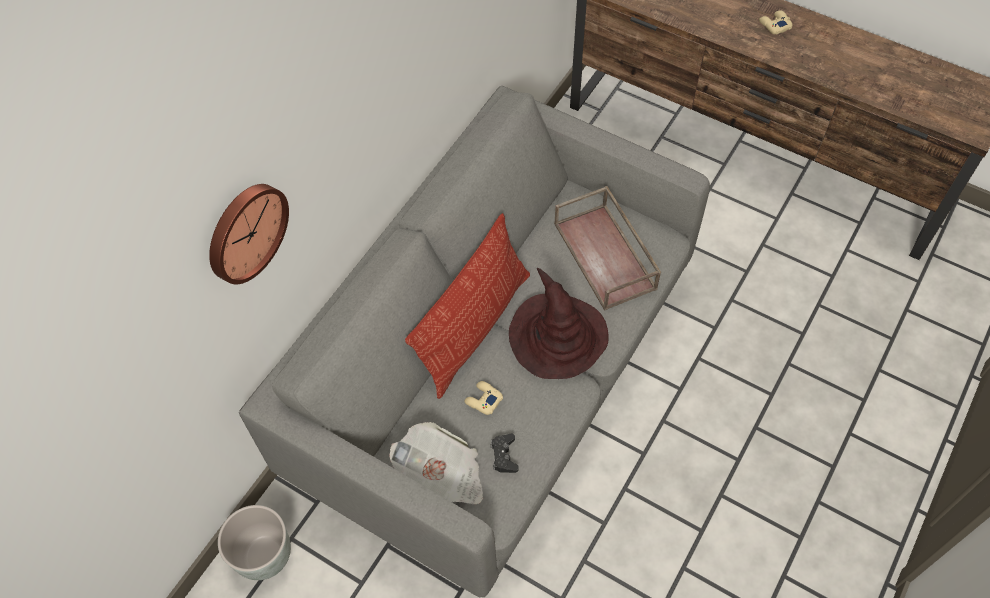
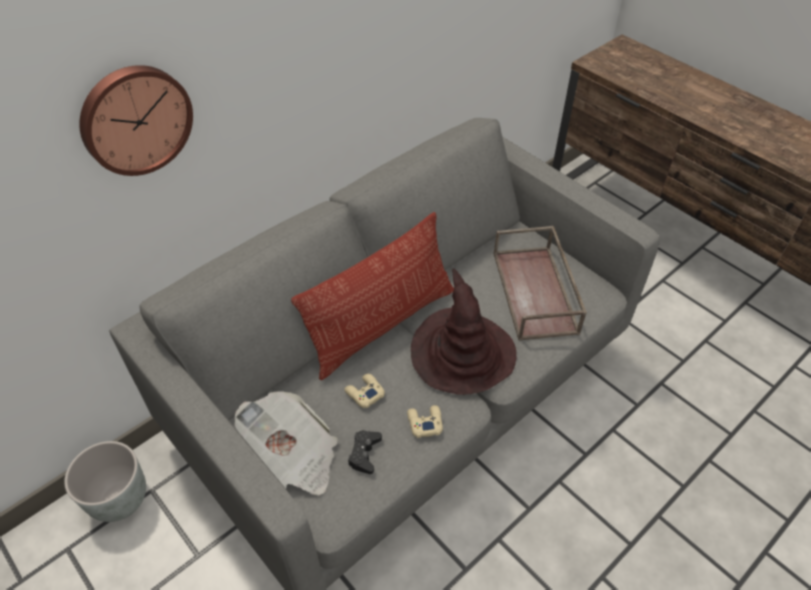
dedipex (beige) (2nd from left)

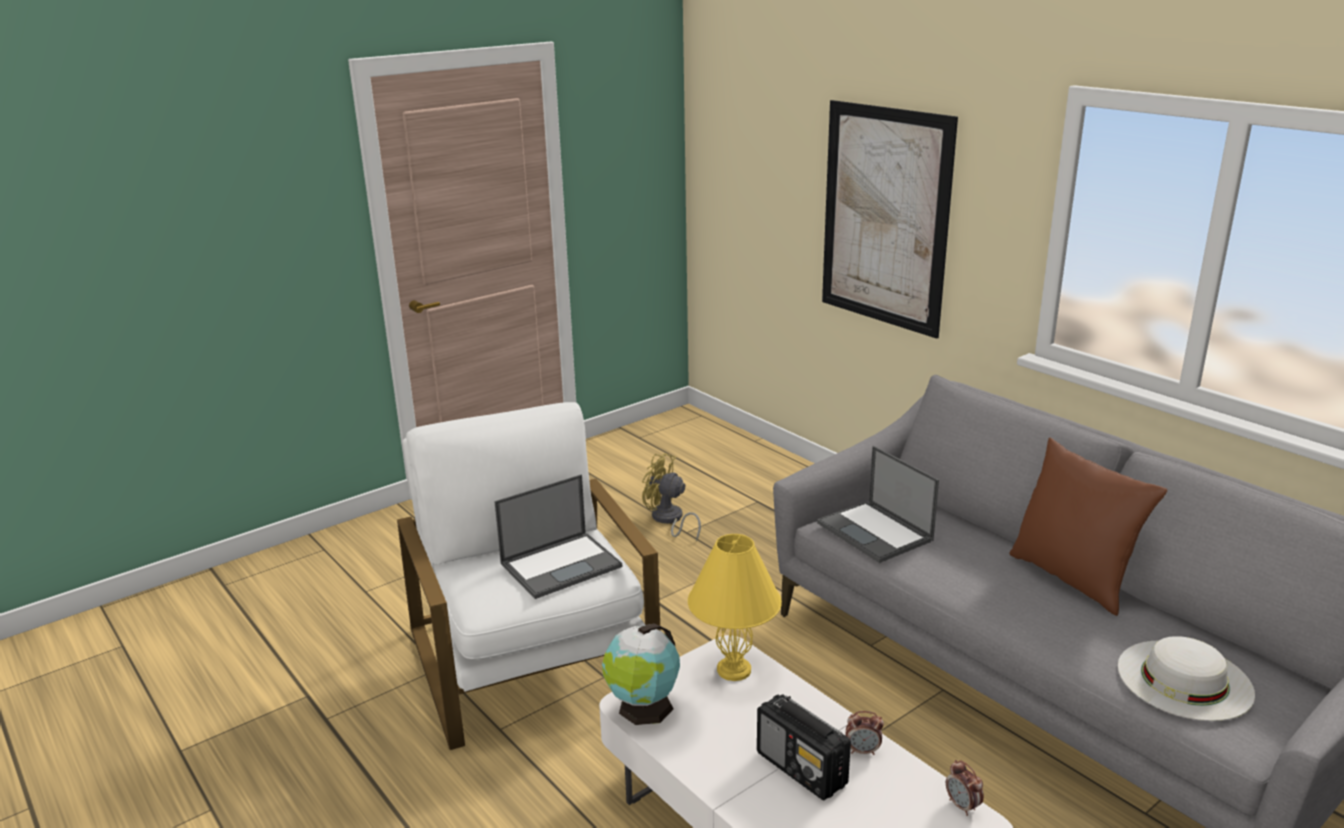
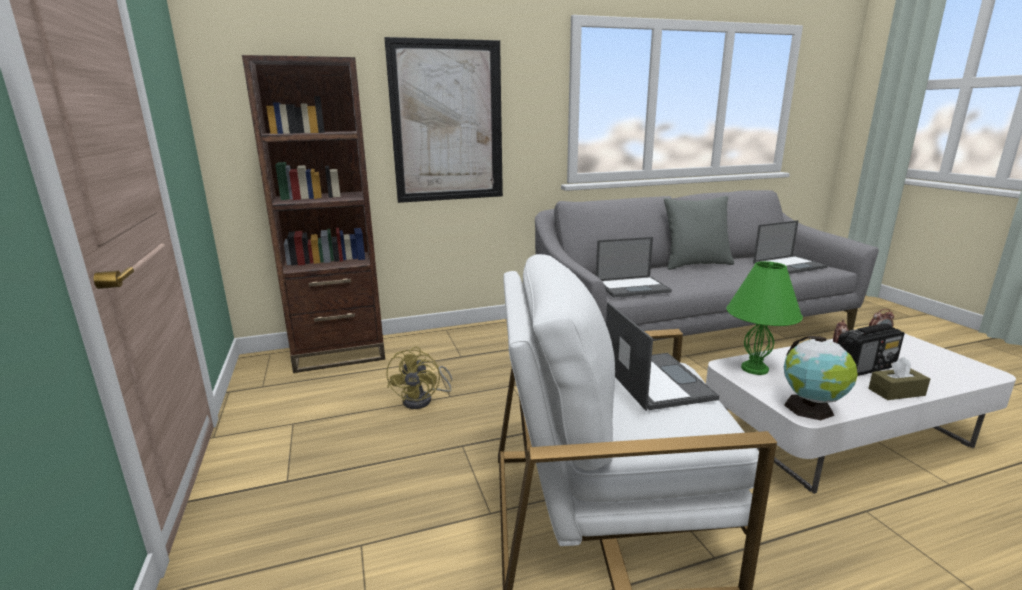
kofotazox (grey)
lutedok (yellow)
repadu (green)
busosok (3rd from left)
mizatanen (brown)
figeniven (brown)

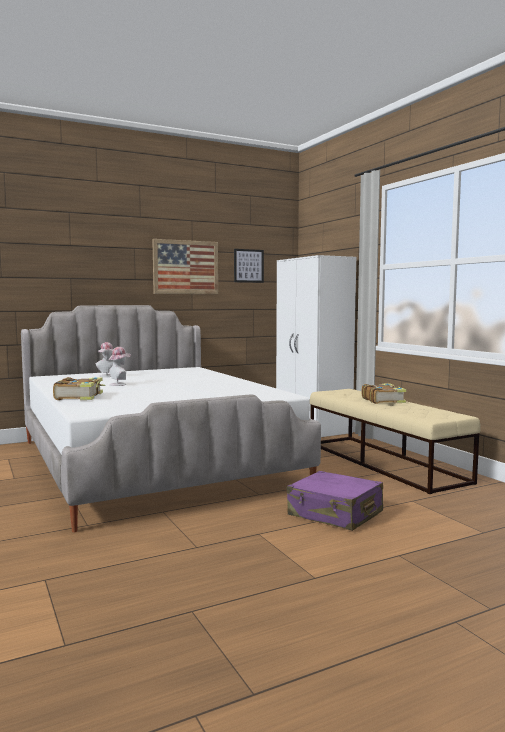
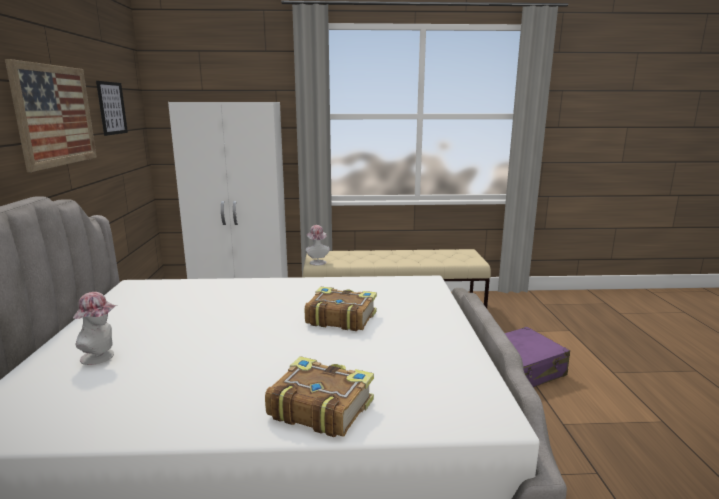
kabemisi (2nd from left)
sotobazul (2nd from left)

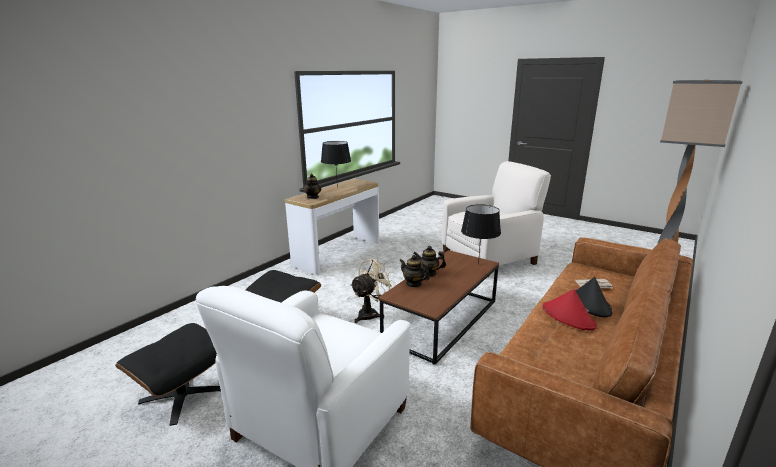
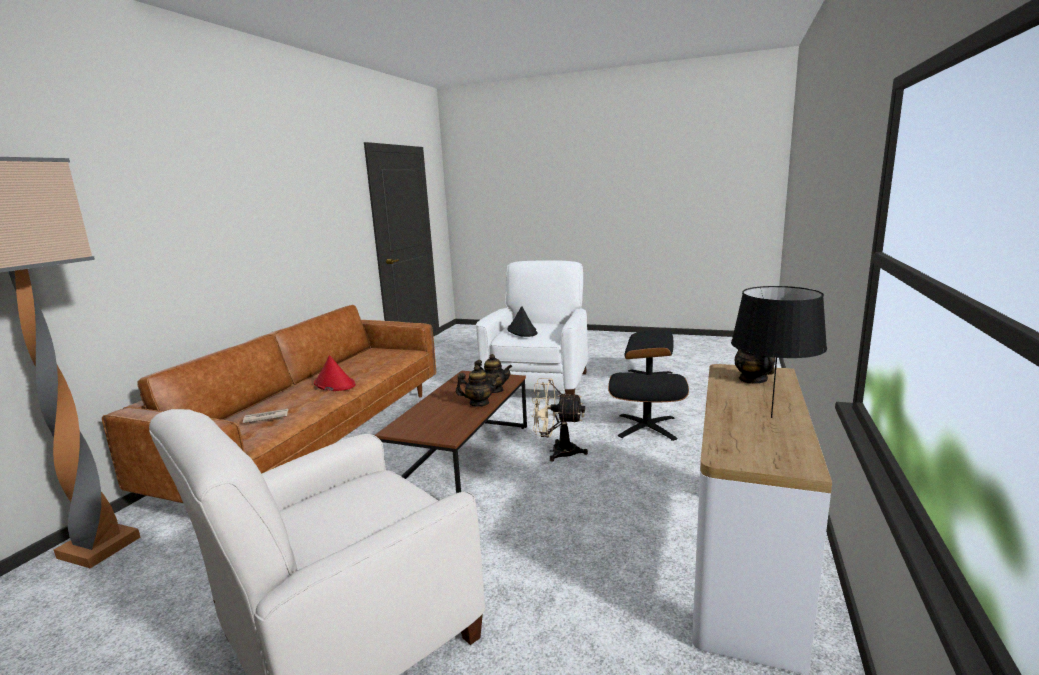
repadu (black) (2nd from left in the first image)
lutedok (beige)
kabemisi (black)

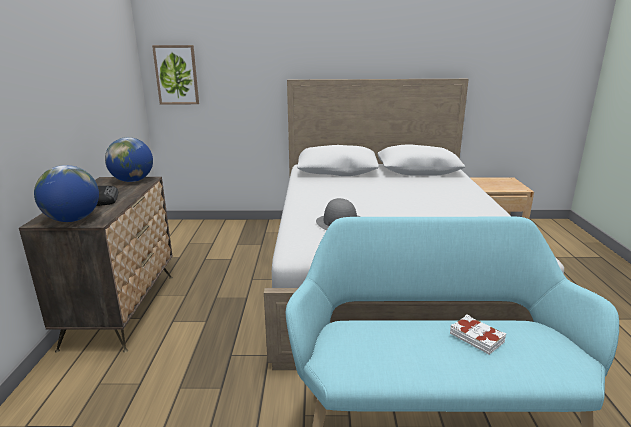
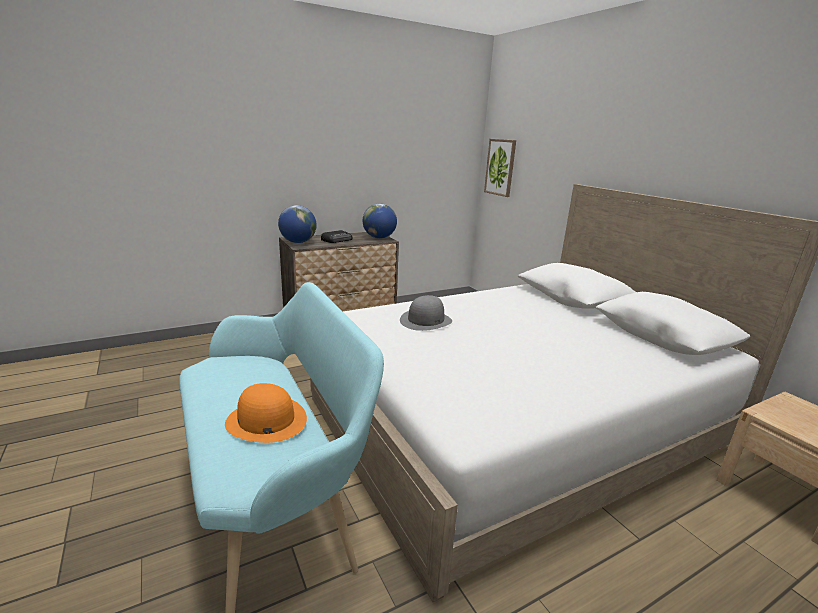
kabemisi (orange)

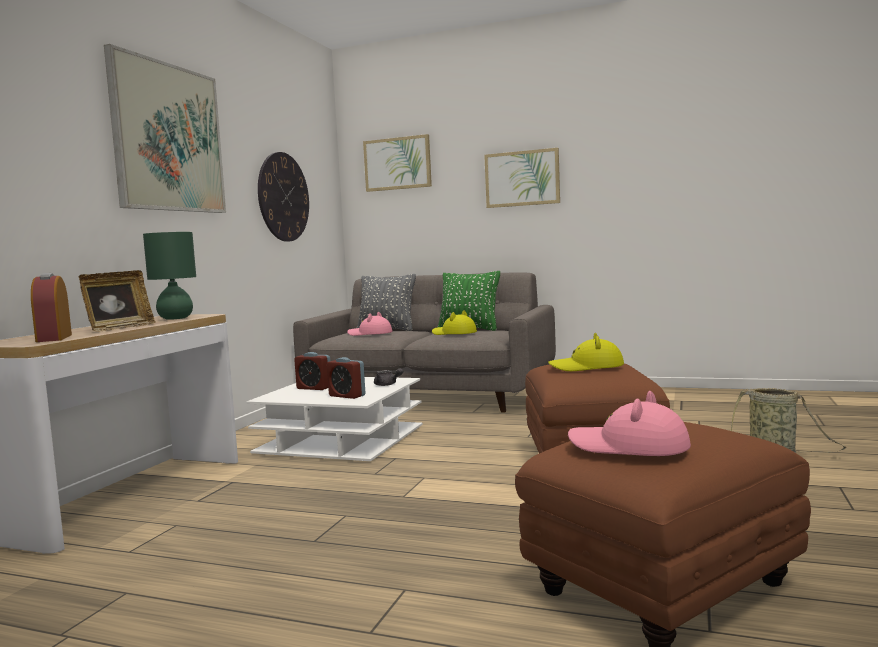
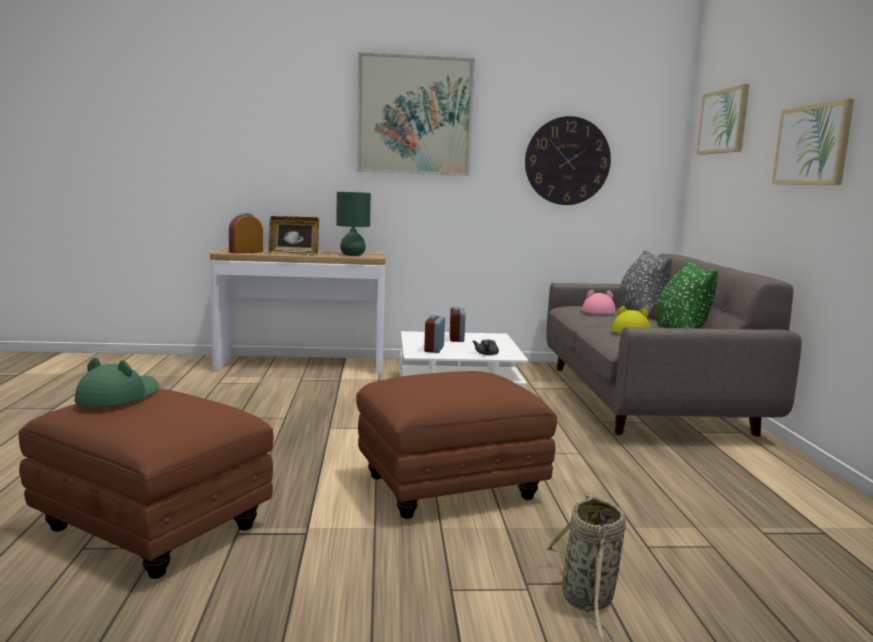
kabemisi (yellow) (2nd from left in the first image)
kabemisi (green)

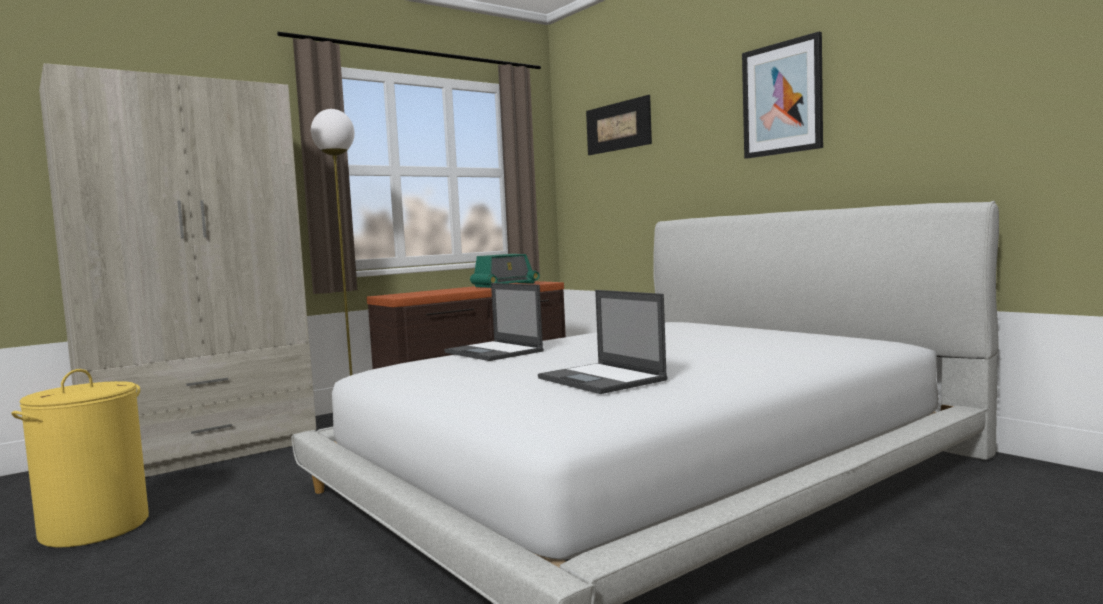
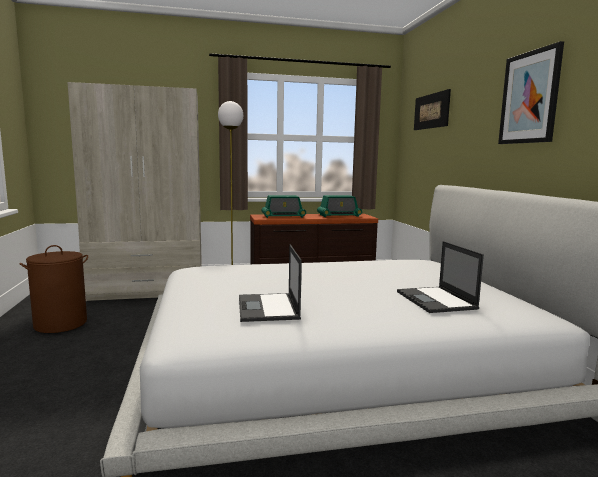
busosok (2nd from left)
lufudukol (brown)
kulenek (1st from left)

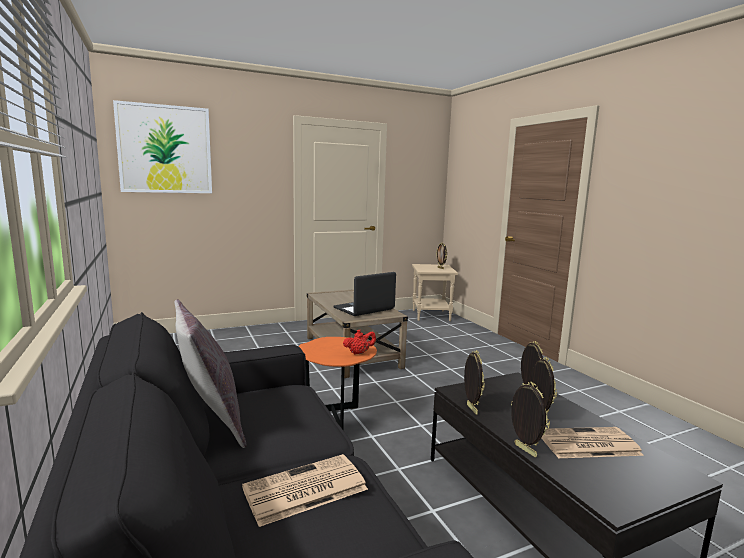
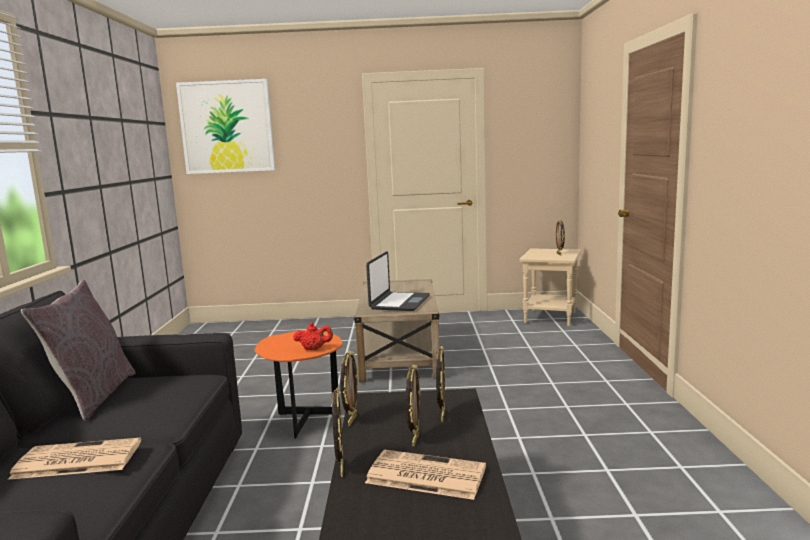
busosok

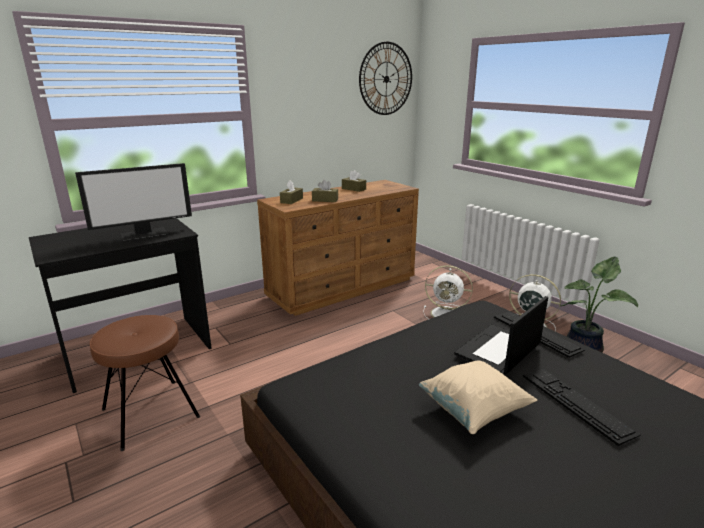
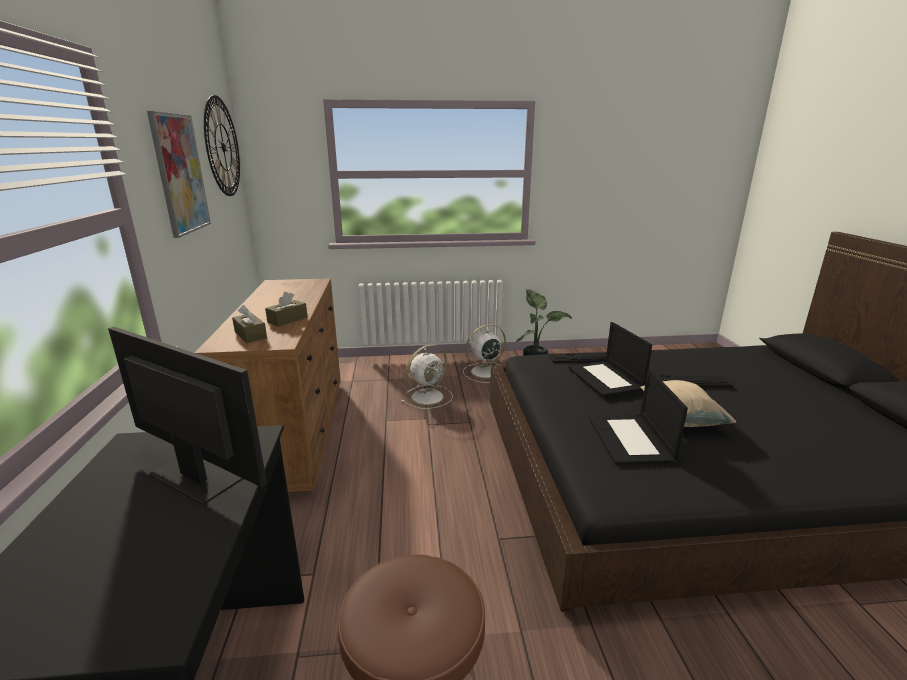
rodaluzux
figeniven (brown) (3rd from left in the first image)
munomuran
busosok (2nd from left)

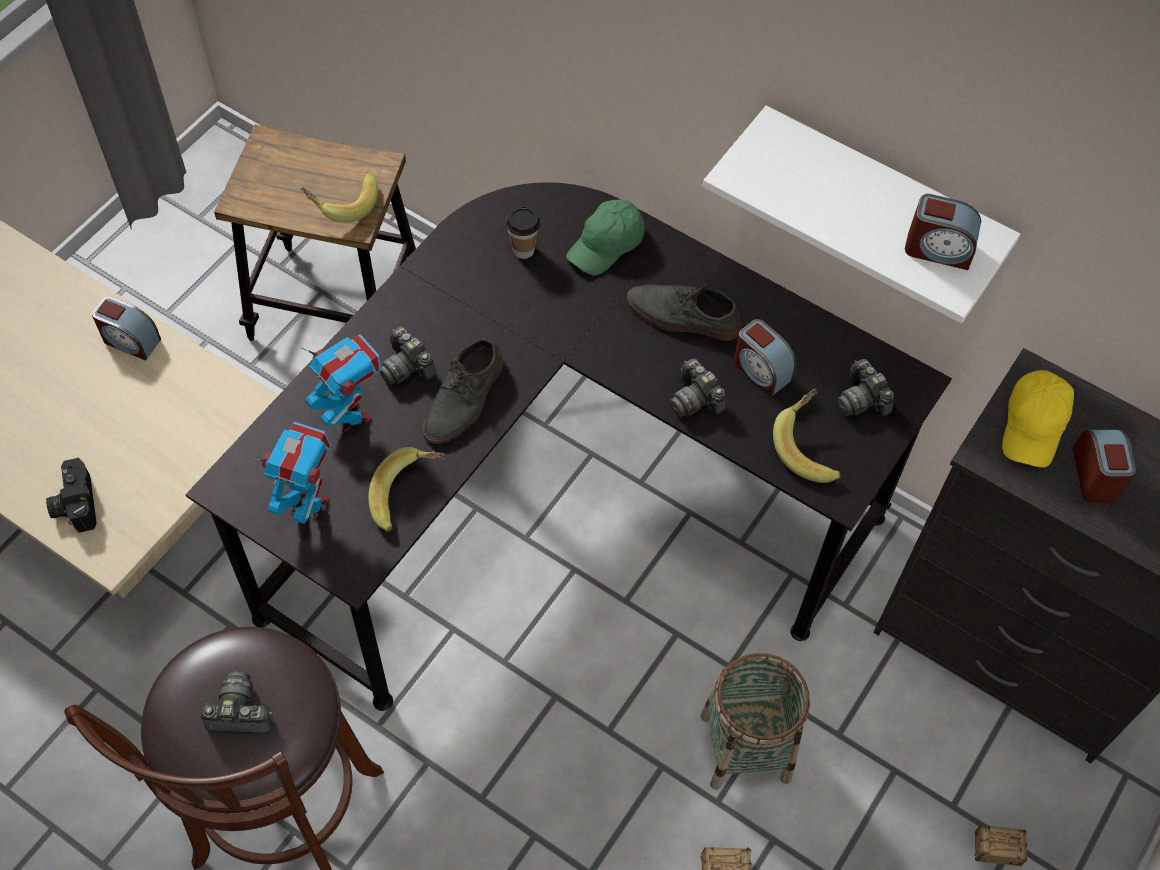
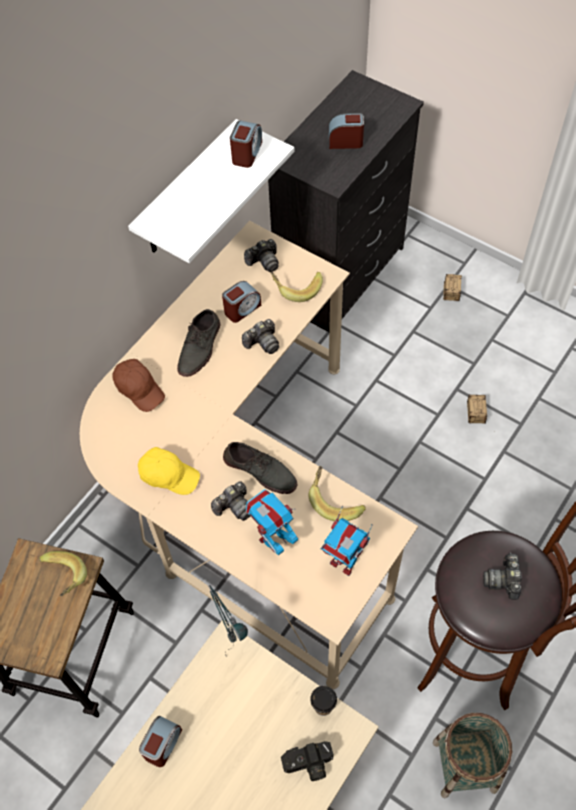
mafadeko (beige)
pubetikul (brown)
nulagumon
pubetikul (yellow)
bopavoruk (2nd from left)
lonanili
repadu

